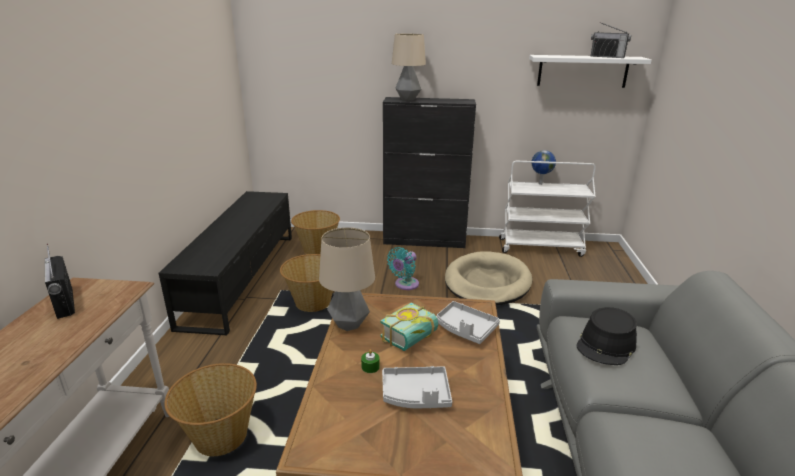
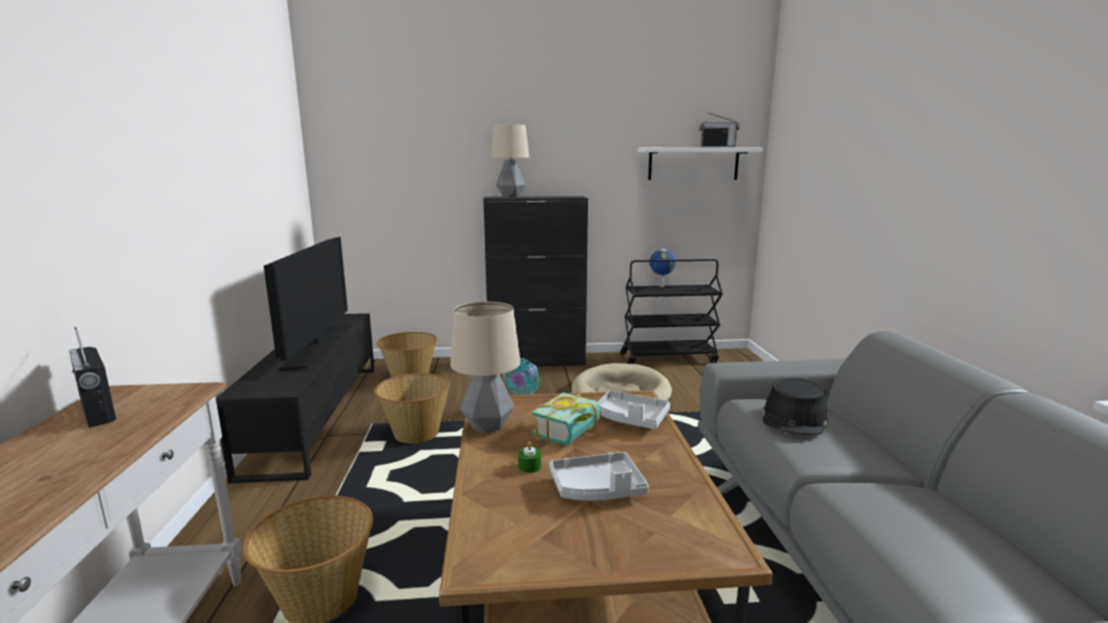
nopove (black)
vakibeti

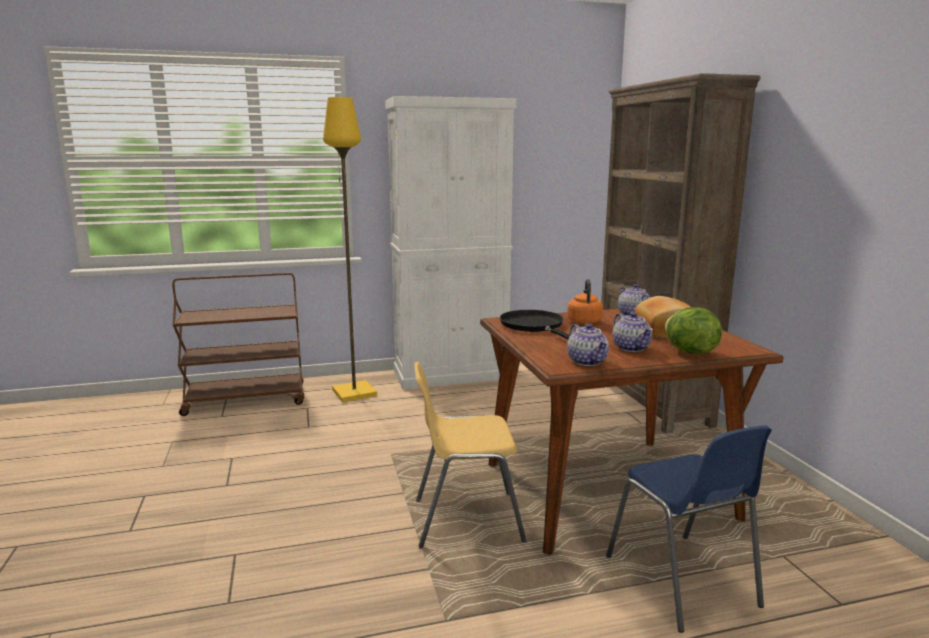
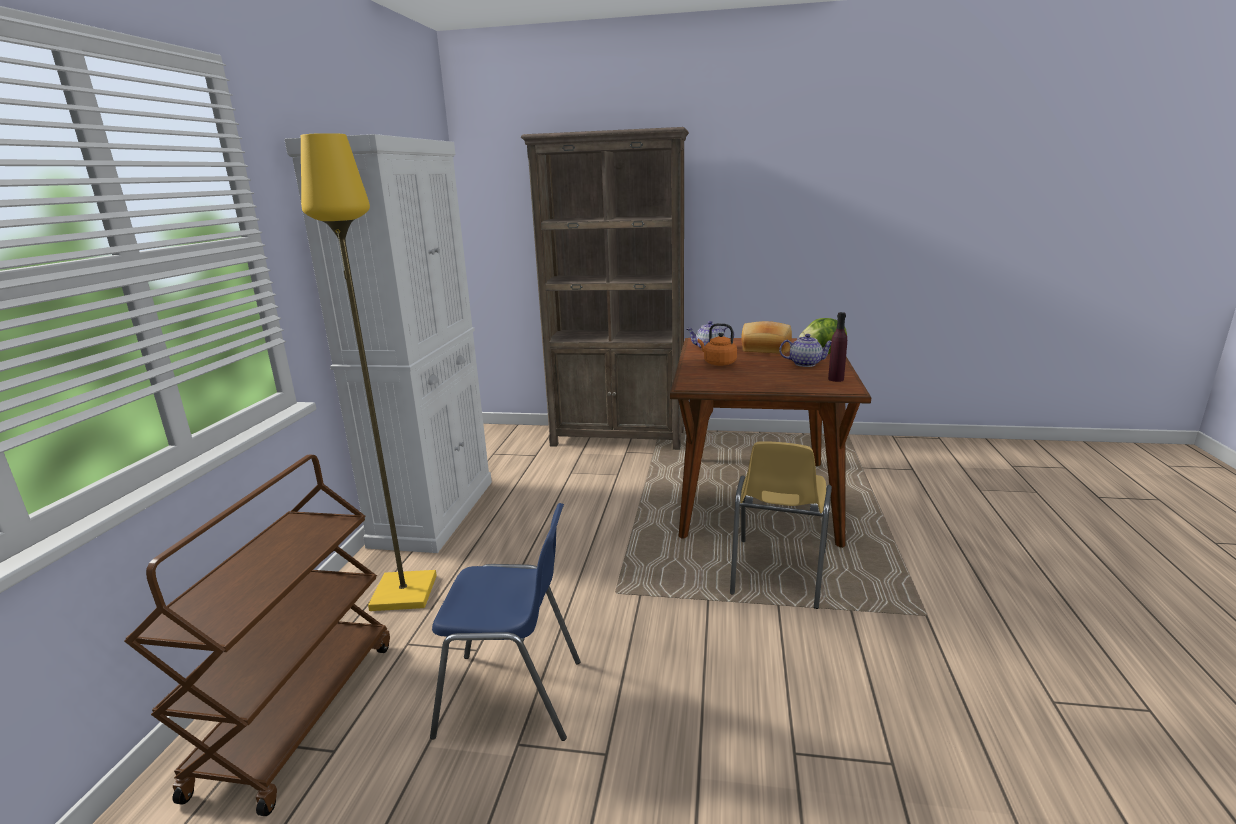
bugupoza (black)
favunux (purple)
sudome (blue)

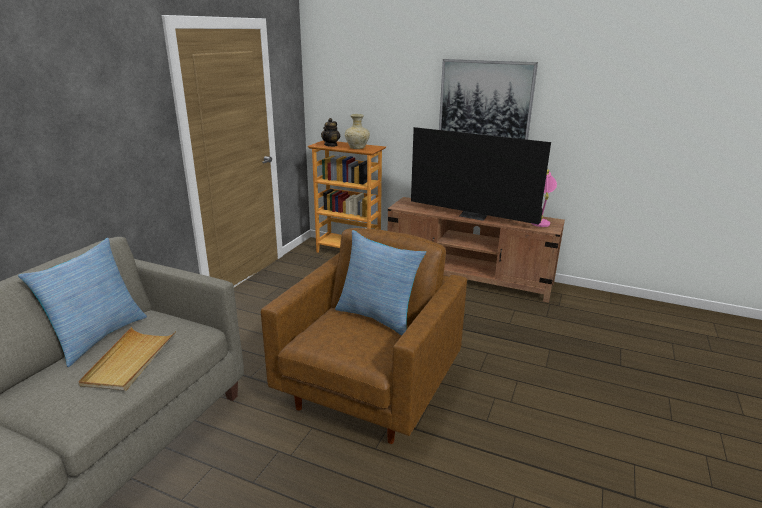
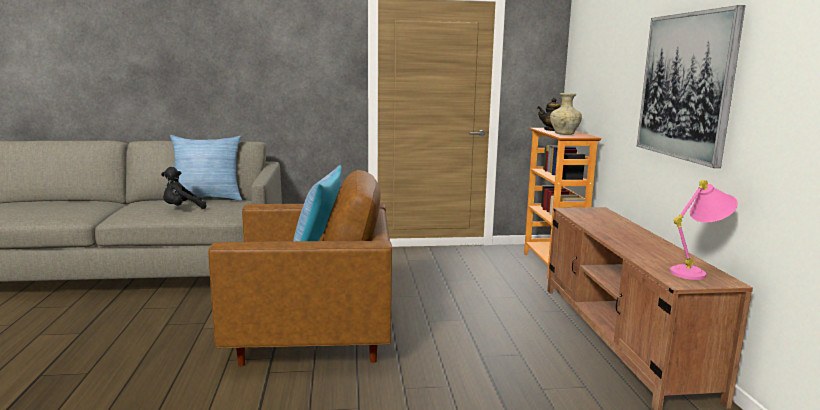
vakibeti
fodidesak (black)

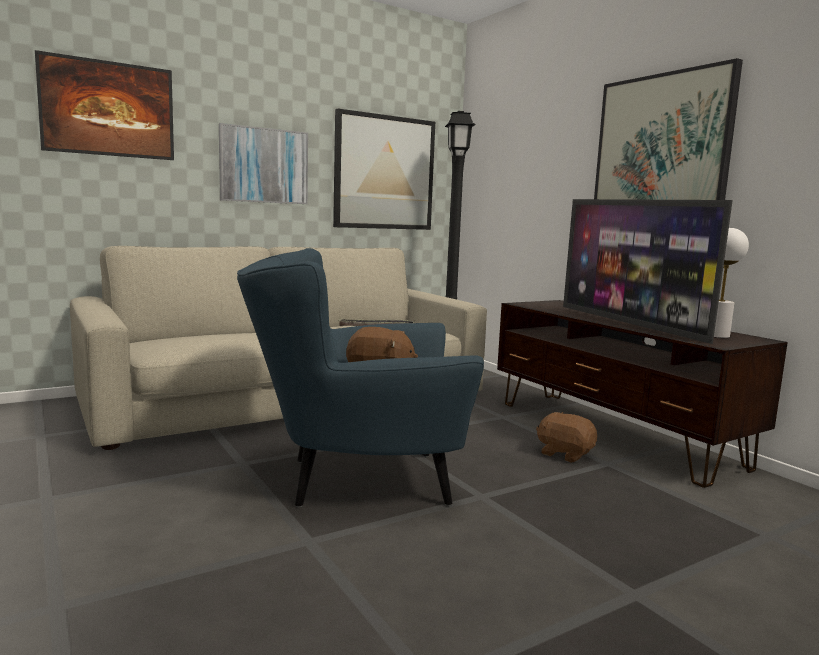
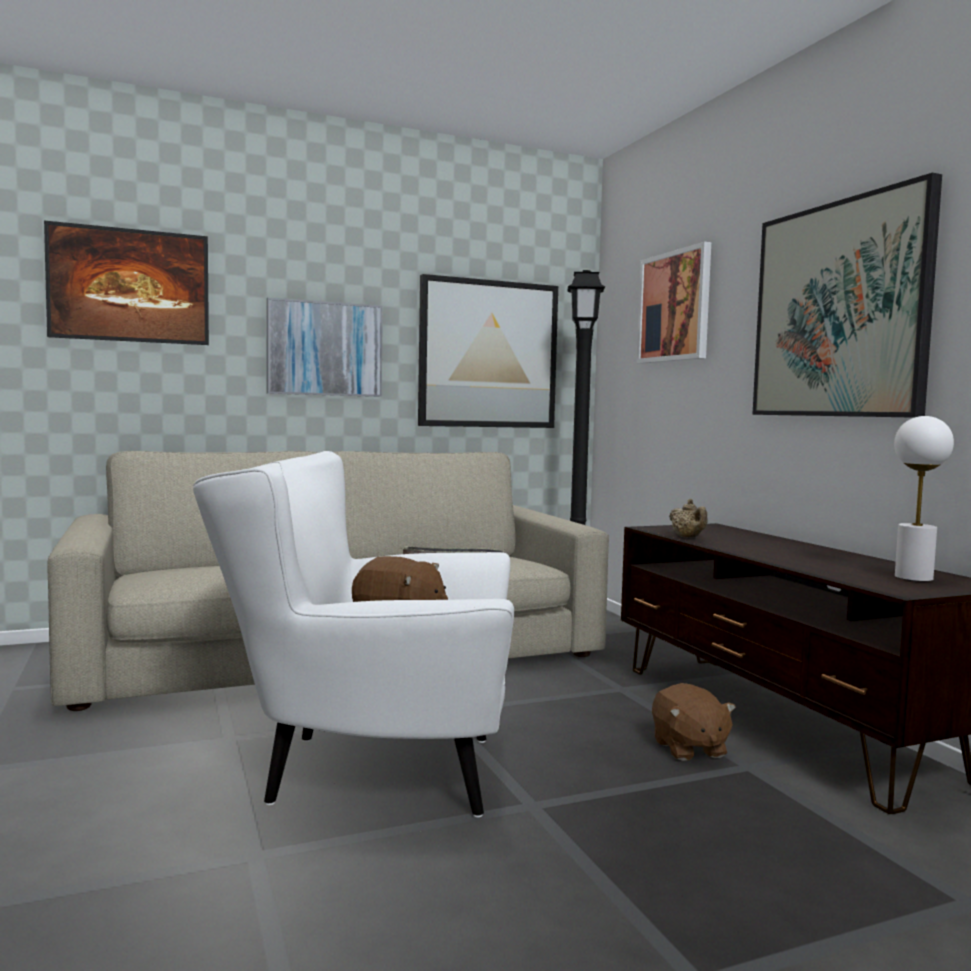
vakibeti
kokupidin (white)
fodidesak (brown) (2nd from left)
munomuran (4th from left)
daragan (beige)

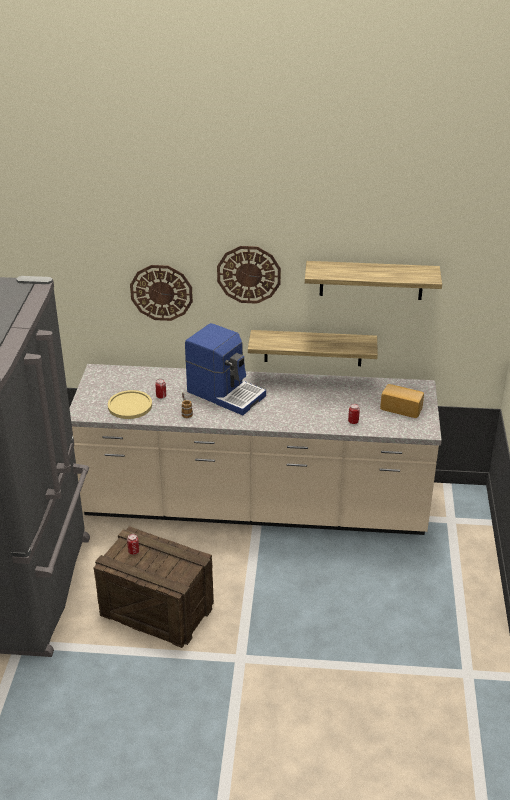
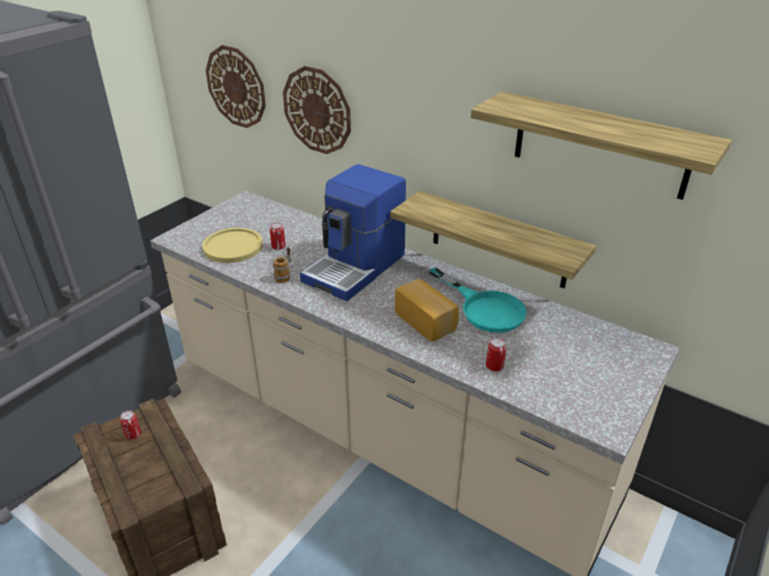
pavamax (1st from left)
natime
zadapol
bugupoza (turquoise)

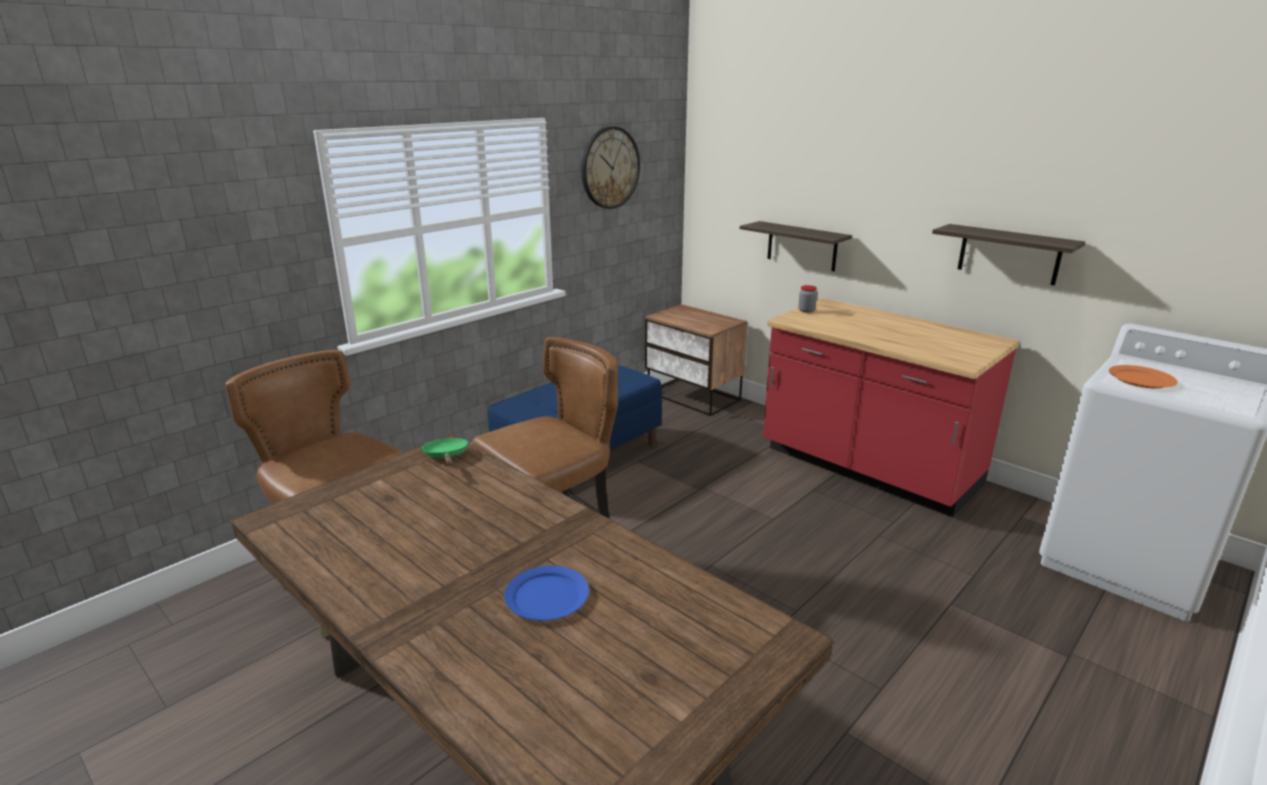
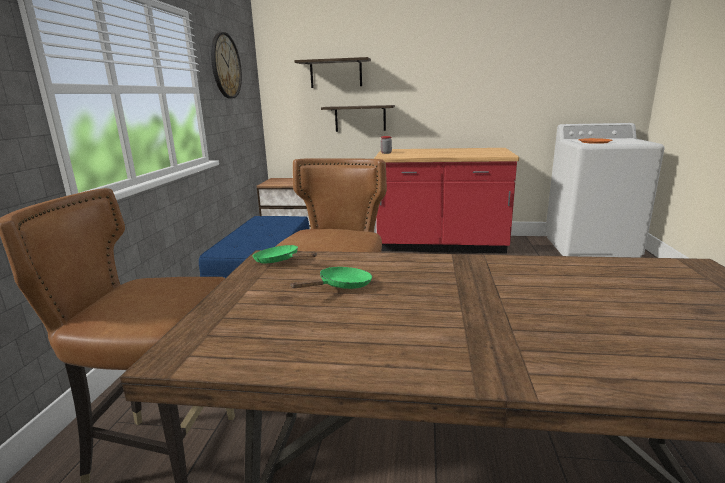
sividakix (1st from left)
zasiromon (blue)
bugupoza (green) (2nd from left)

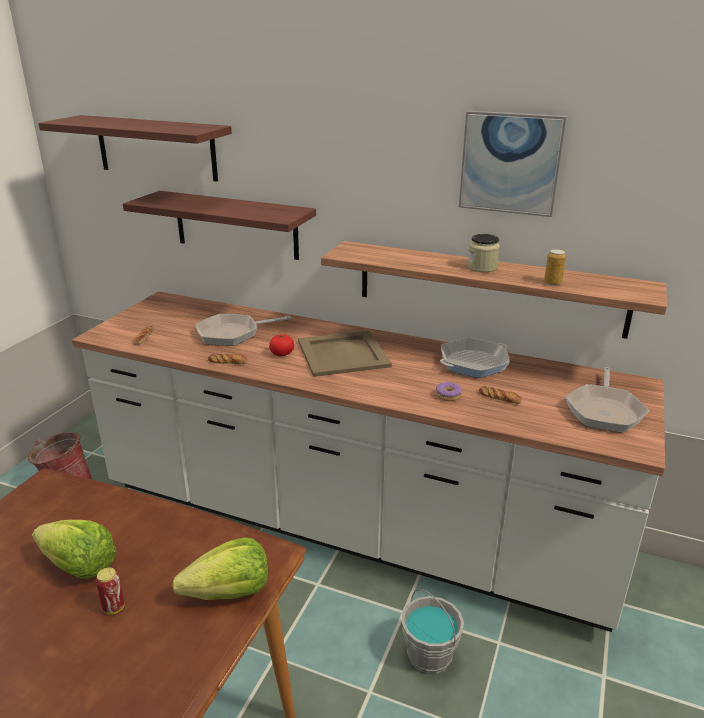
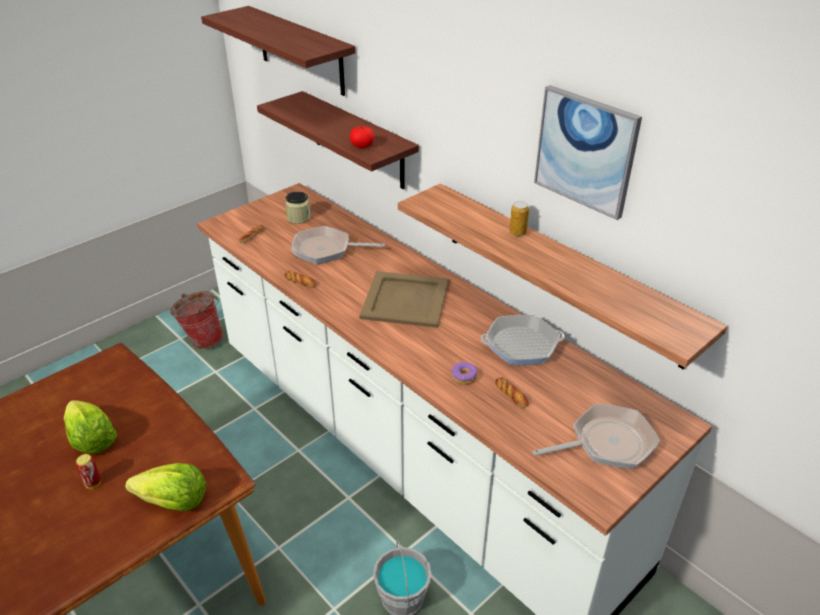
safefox
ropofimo (2nd from left)
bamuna
bugupoza (3rd from left)

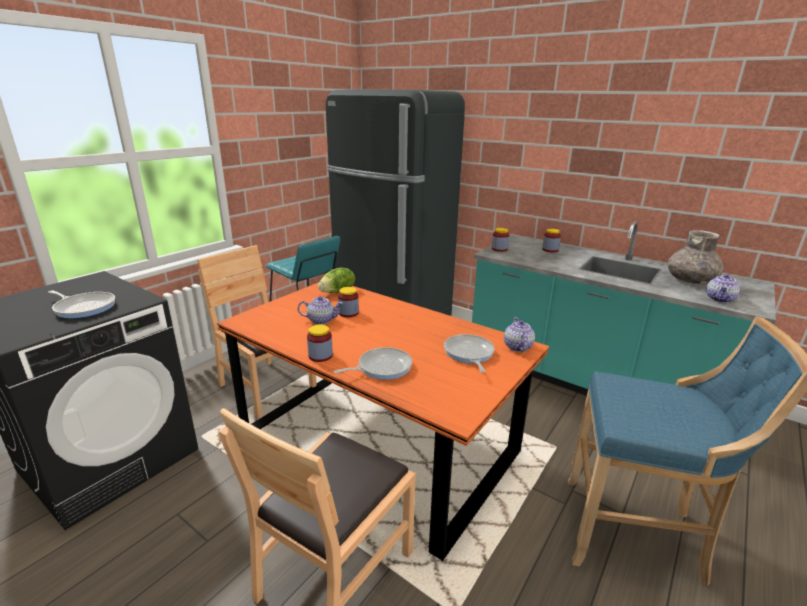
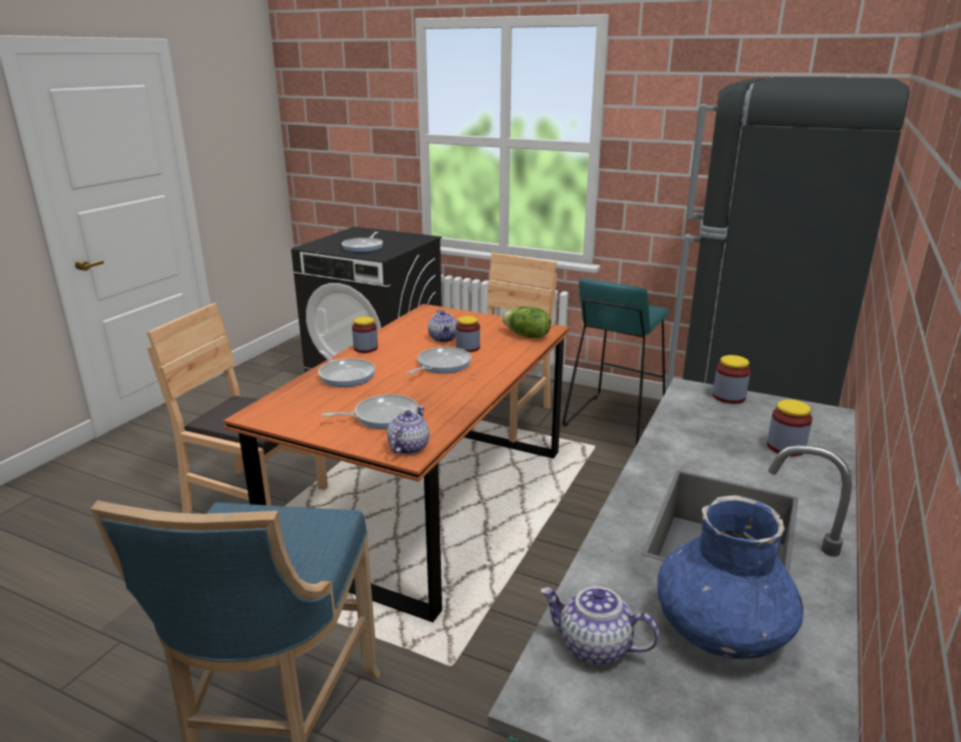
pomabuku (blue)
daragan (1st from left)
bugupoza (4th from left)

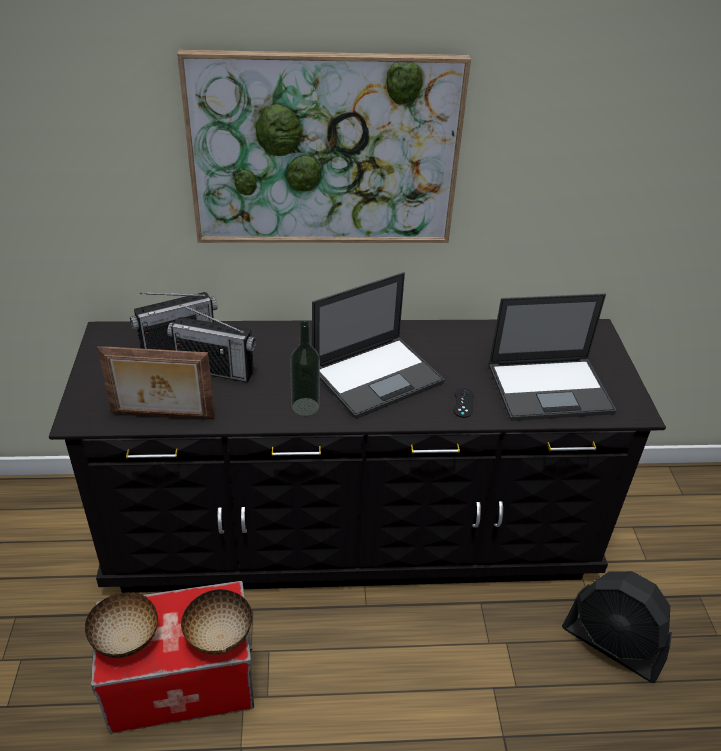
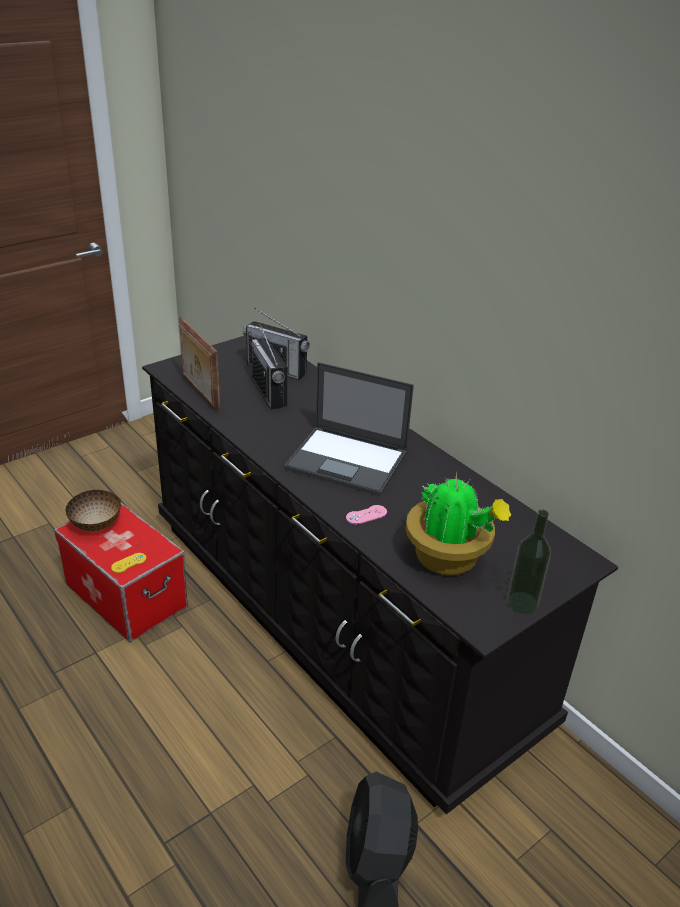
munomuran
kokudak
favunux
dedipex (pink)
dedipex (yellow)

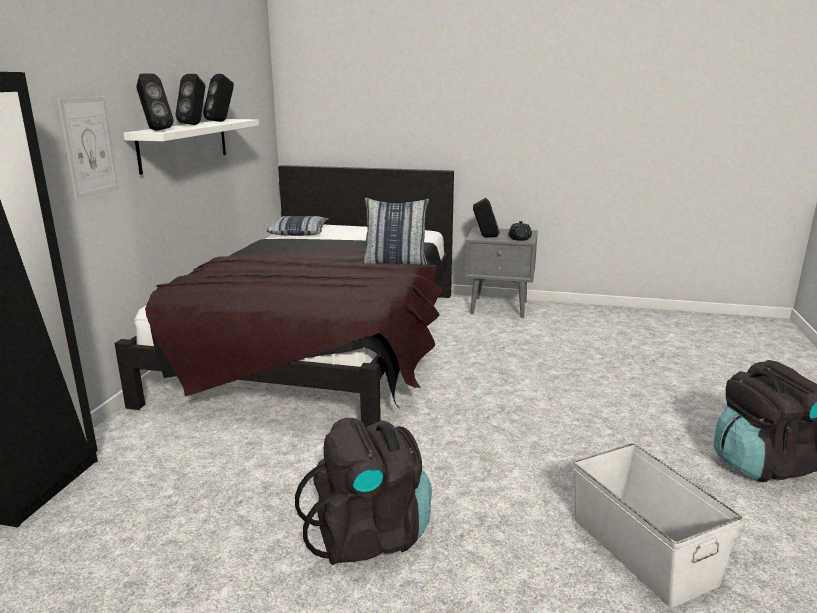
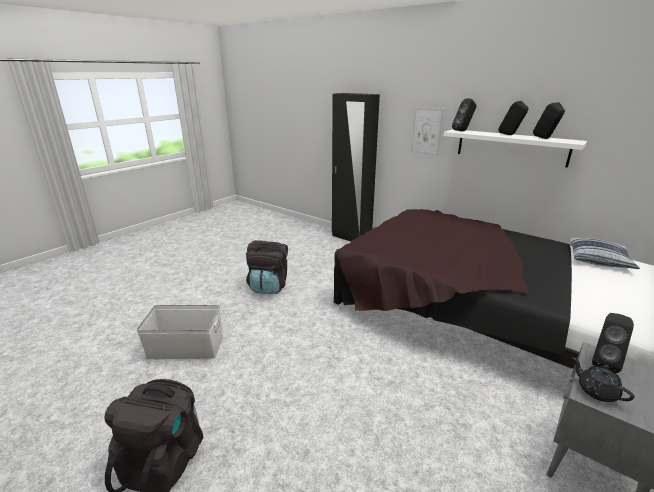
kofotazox (2nd from left in the first image)

